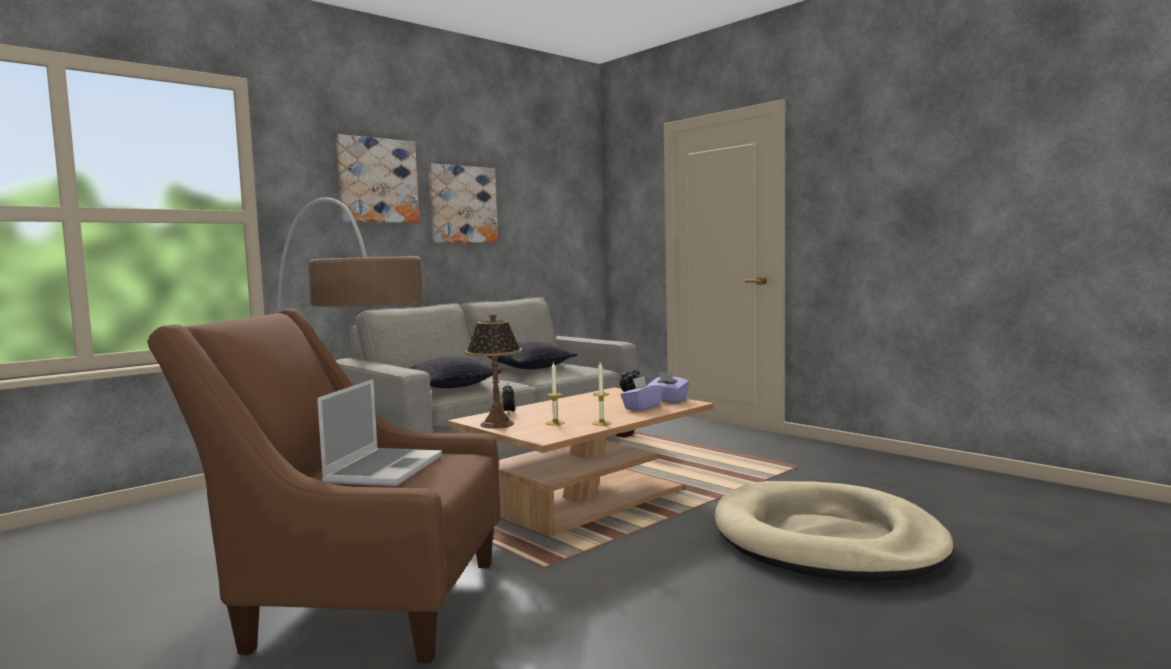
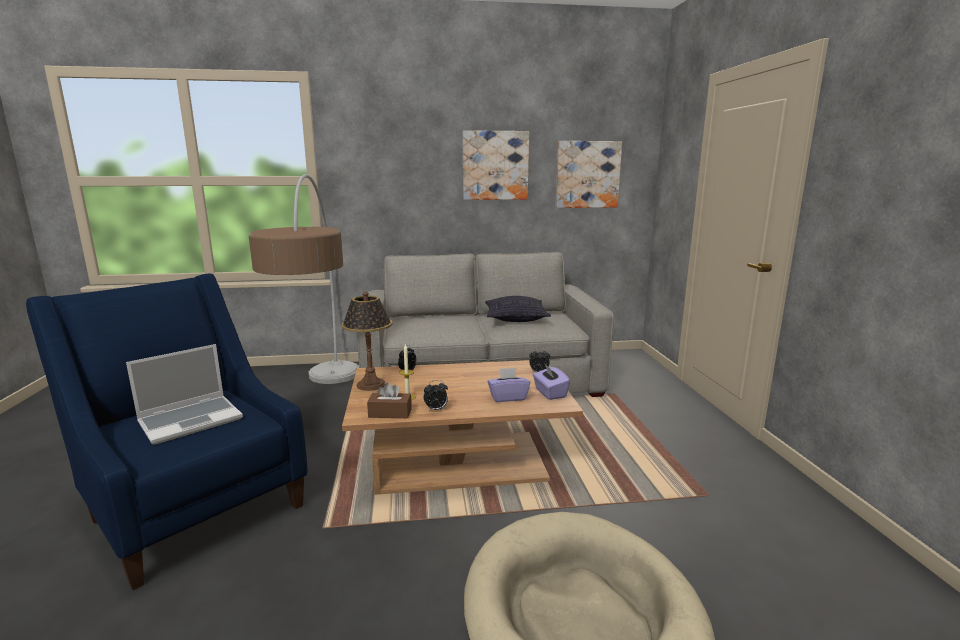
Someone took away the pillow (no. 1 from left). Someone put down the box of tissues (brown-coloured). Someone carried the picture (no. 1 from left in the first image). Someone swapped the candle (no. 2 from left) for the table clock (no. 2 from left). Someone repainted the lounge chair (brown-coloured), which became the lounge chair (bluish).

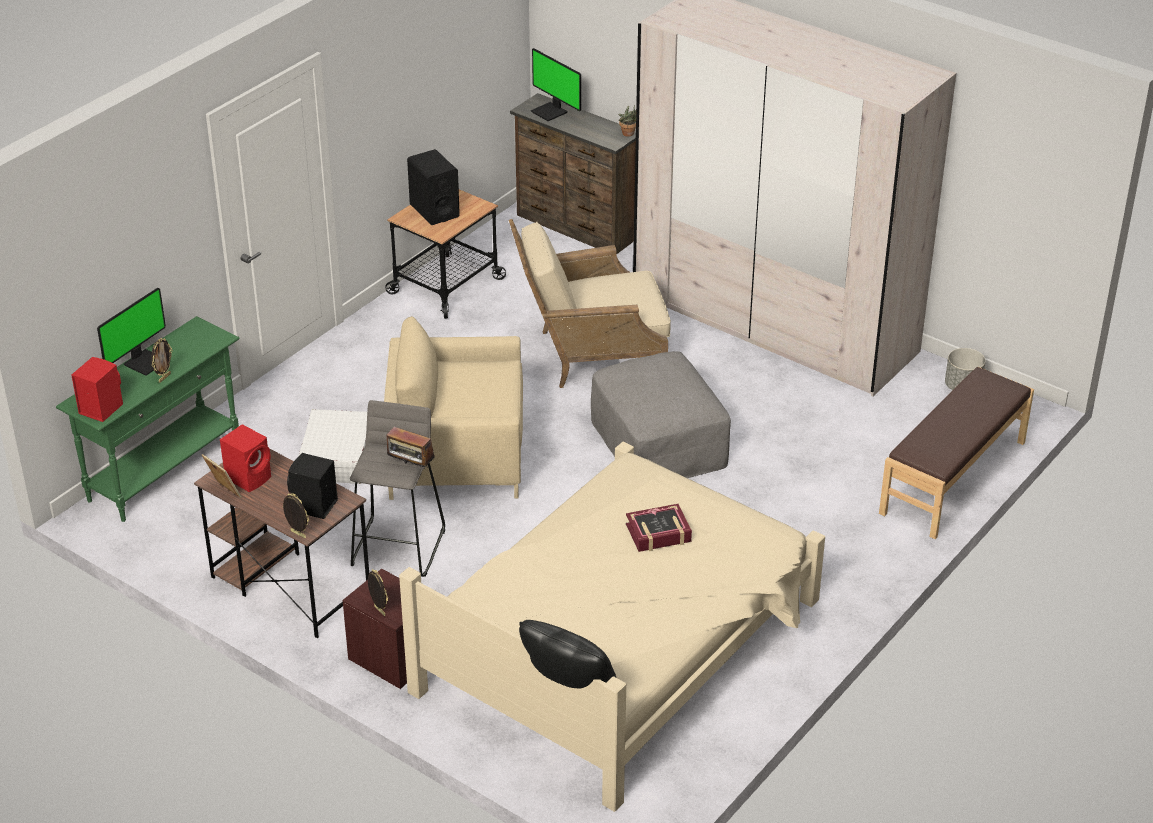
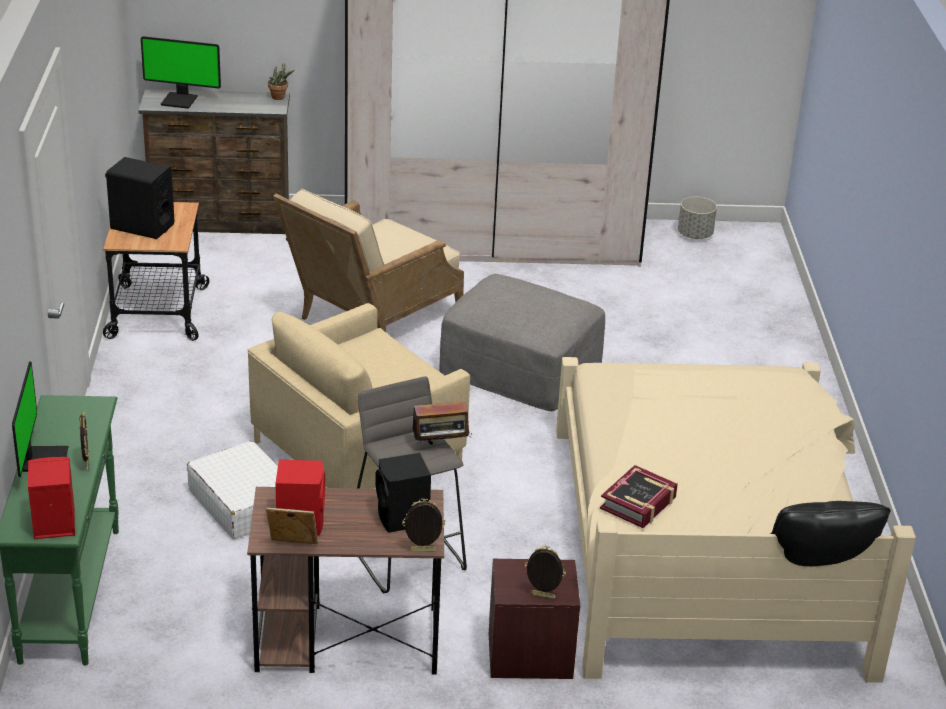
Someone took away the long seat (brown-coloured). Someone carried the bound book.

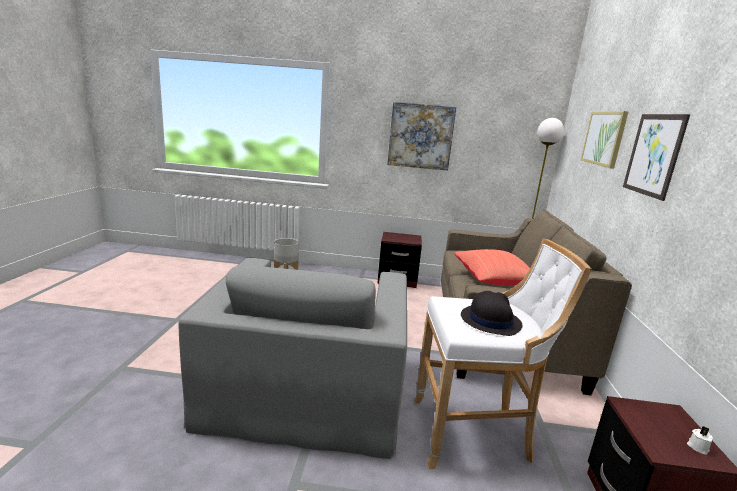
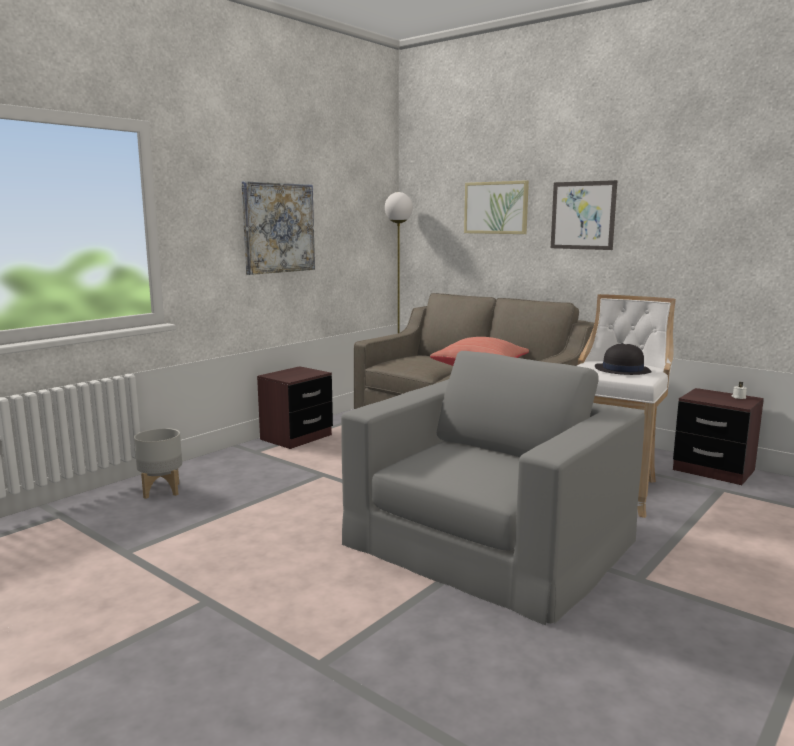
Someone rotated the lounge chair (greyish) by 90 degrees counterclockwise.

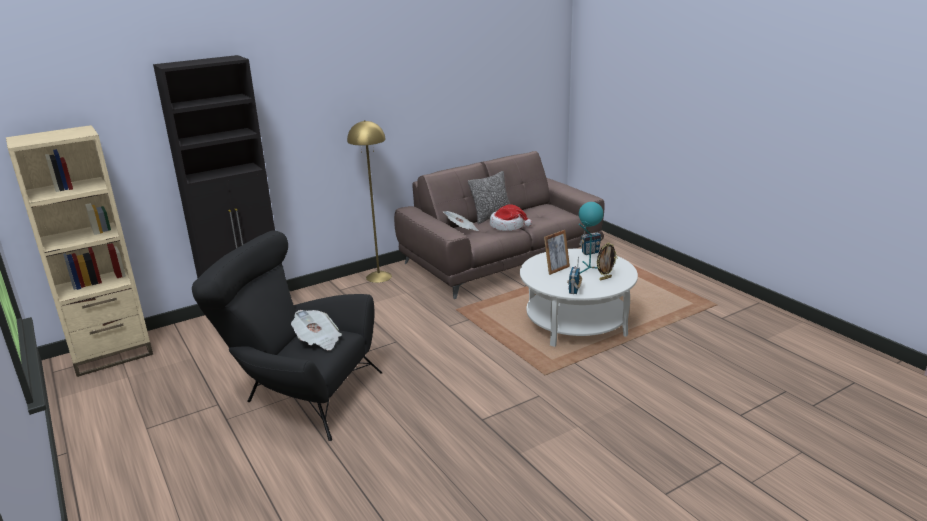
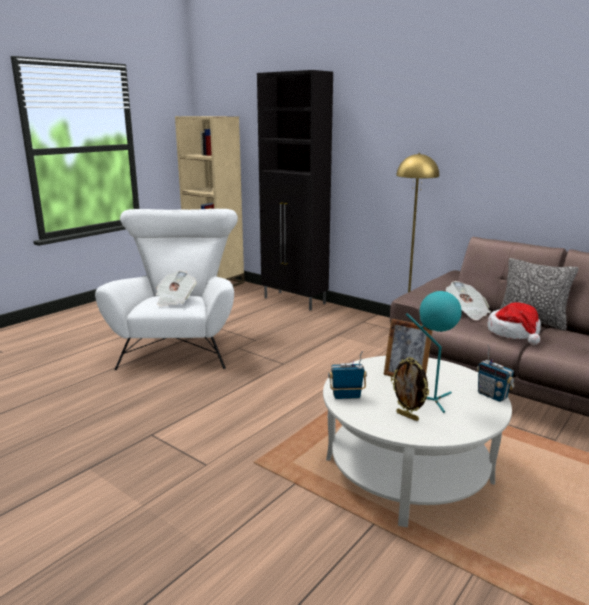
Someone repainted the lounge chair (black), which became the lounge chair (white-coloured).

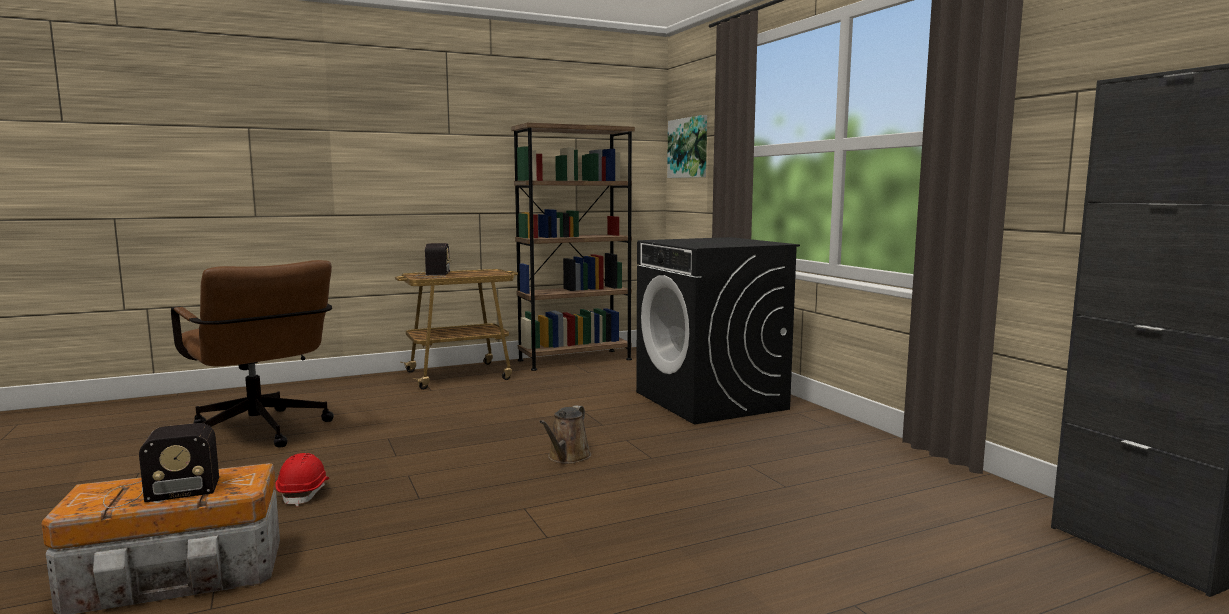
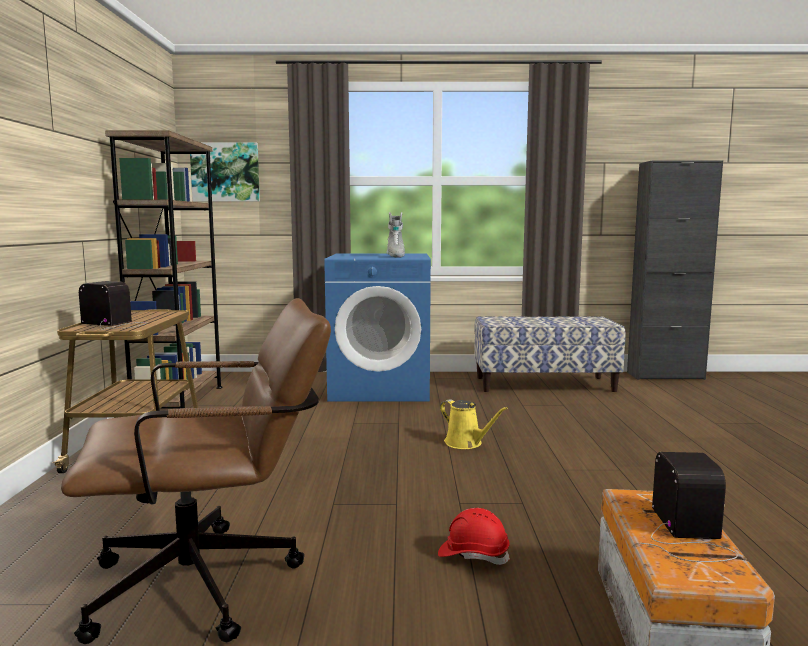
Someone put down the tall boot (greyish). Someone put down the long seat. Someone repainted the watering can (brown-coloured), which became the watering can (yellow). Someone repainted the laundry machine (black), which became the laundry machine (bluish).

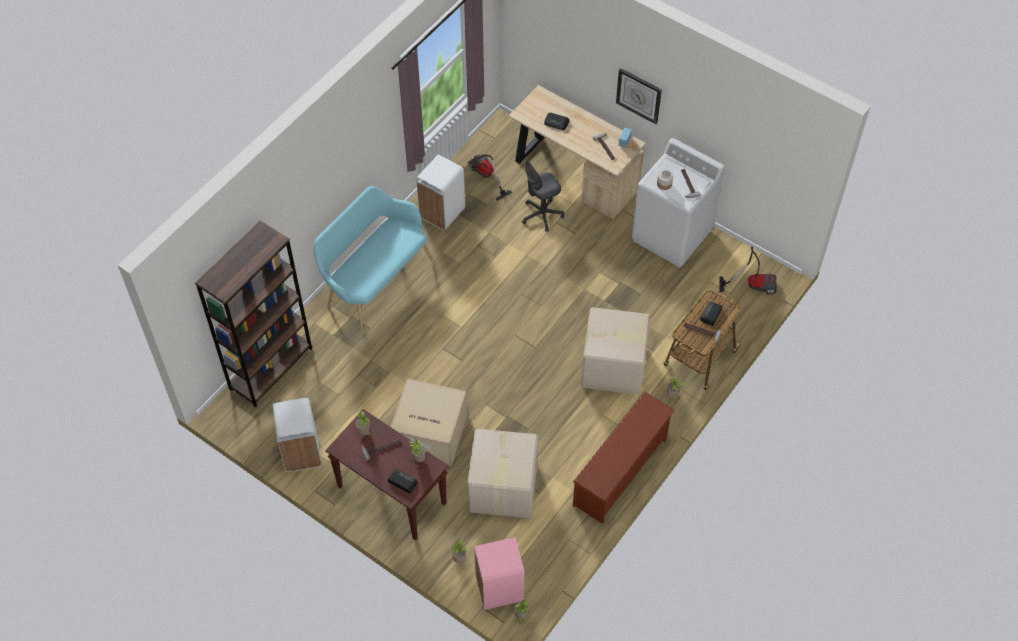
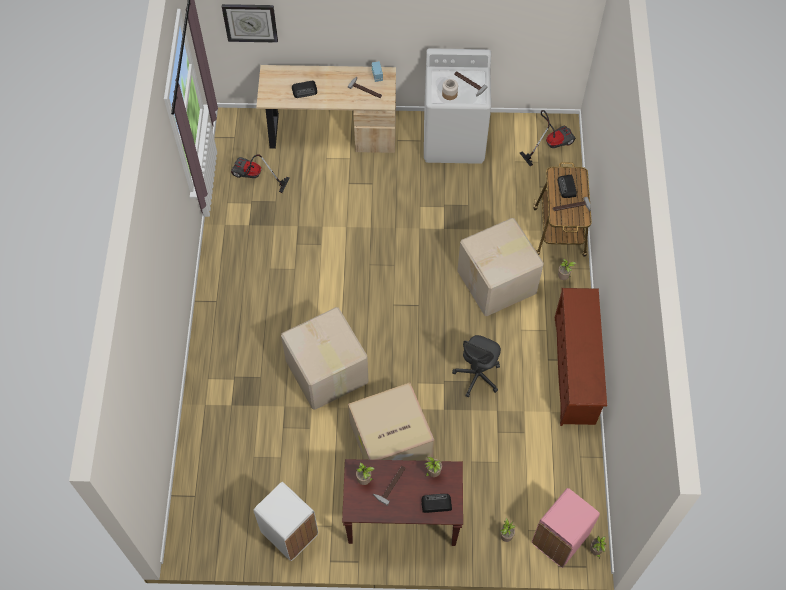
Someone took away the shelving unit (brown-coloured). Someone took away the long seat (turquoise-coloured). Someone took away the trash can (white-coloured) (no. 2 from left). Someone carried the carton (no. 2 from left in the first image). Someone carried the office chair (greyish). Someone carried the hanging clock.

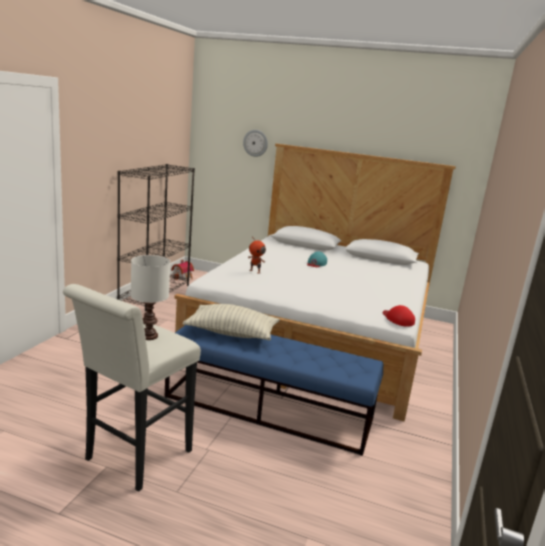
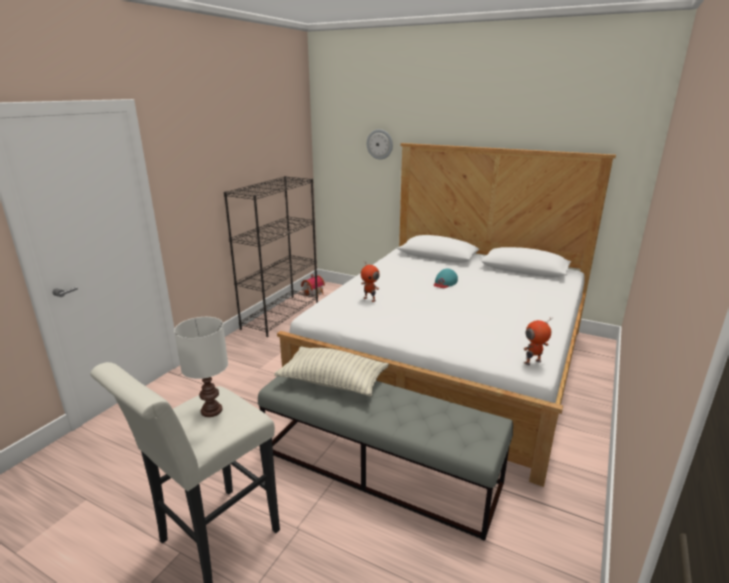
Someone swapped the cap (red) for the toy robot (no. 2 from left). Someone repainted the long seat (bluish), which became the long seat (greyish).

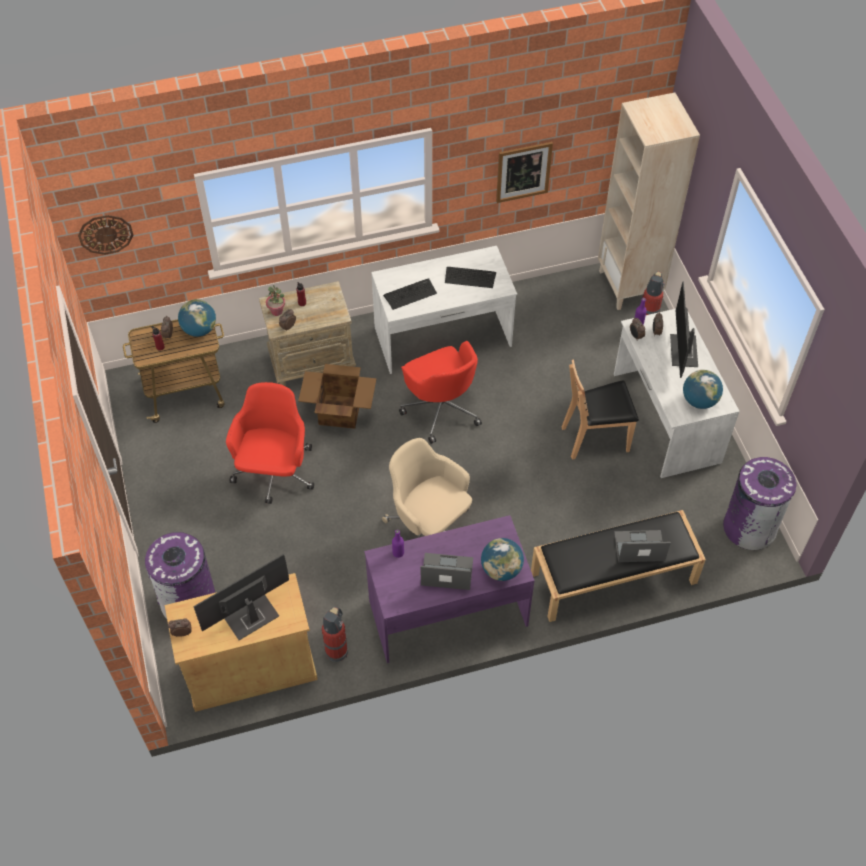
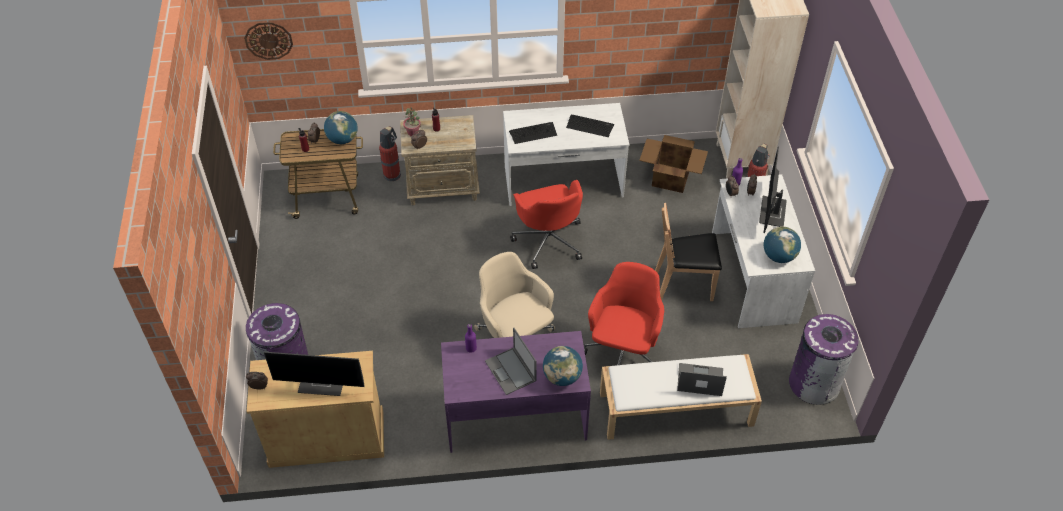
Someone took away the picture. Someone carried the office chair (red) (no. 1 from left in the first image). Someone carried the carton. Someone carried the extinguisher (no. 1 from left). Someone repainted the long seat (black), which became the long seat (white-coloured). Someone rotated the computer display (no. 1 from left) by 150 degrees counterclockwise. Someone rotated the laptop (no. 1 from left) by 135 degrees counterclockwise.

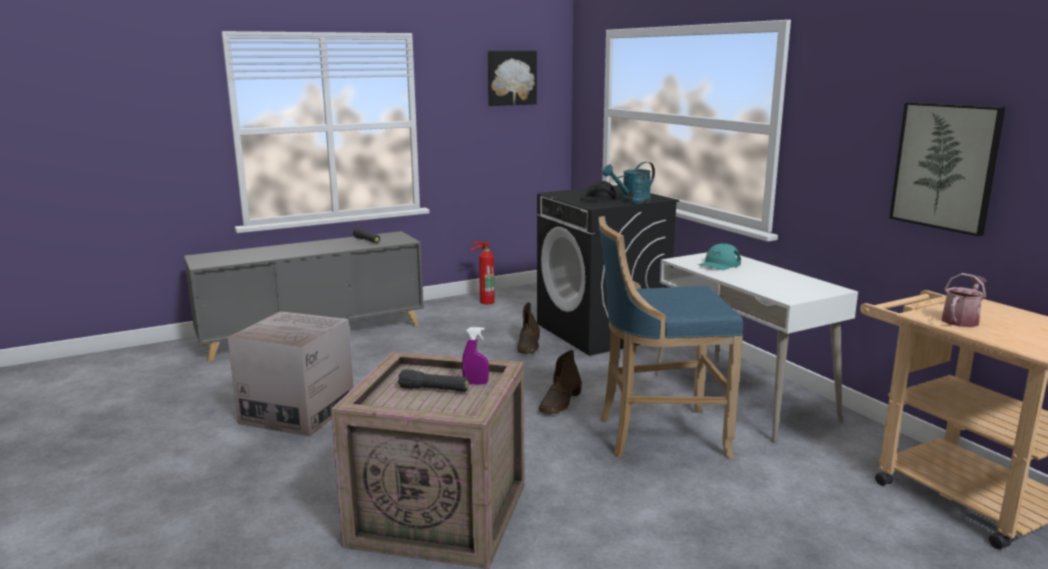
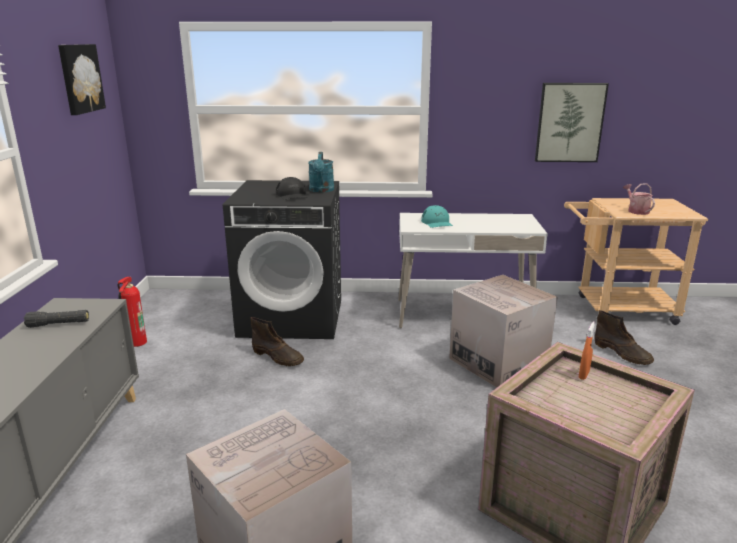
Someone took away the flashlight (black) (no. 2 from left). Someone carried the tall boot (brown-coloured) (no. 2 from left). Someone swapped the sitting stool (bluish) for the carton (no. 2 from left). Someone repainted the hand sprayer (purplish), which became the hand sprayer (orangey).

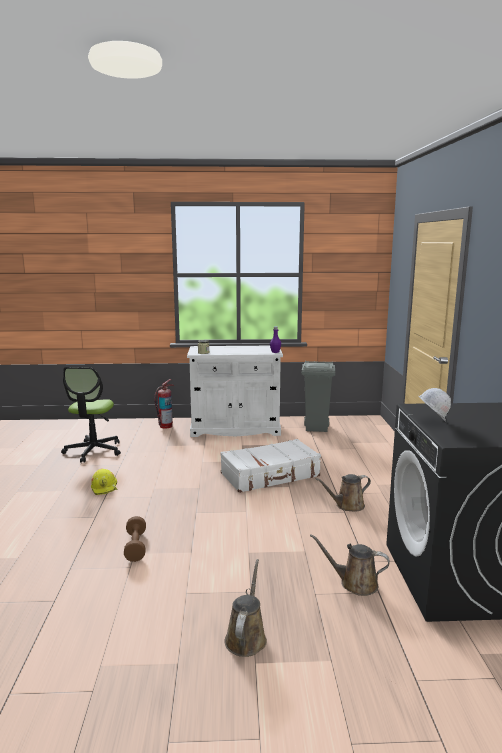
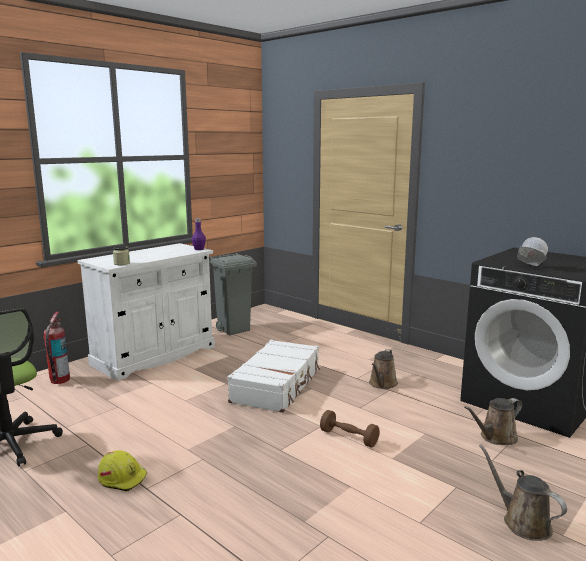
Someone carried the dumbbell (brown-coloured).

